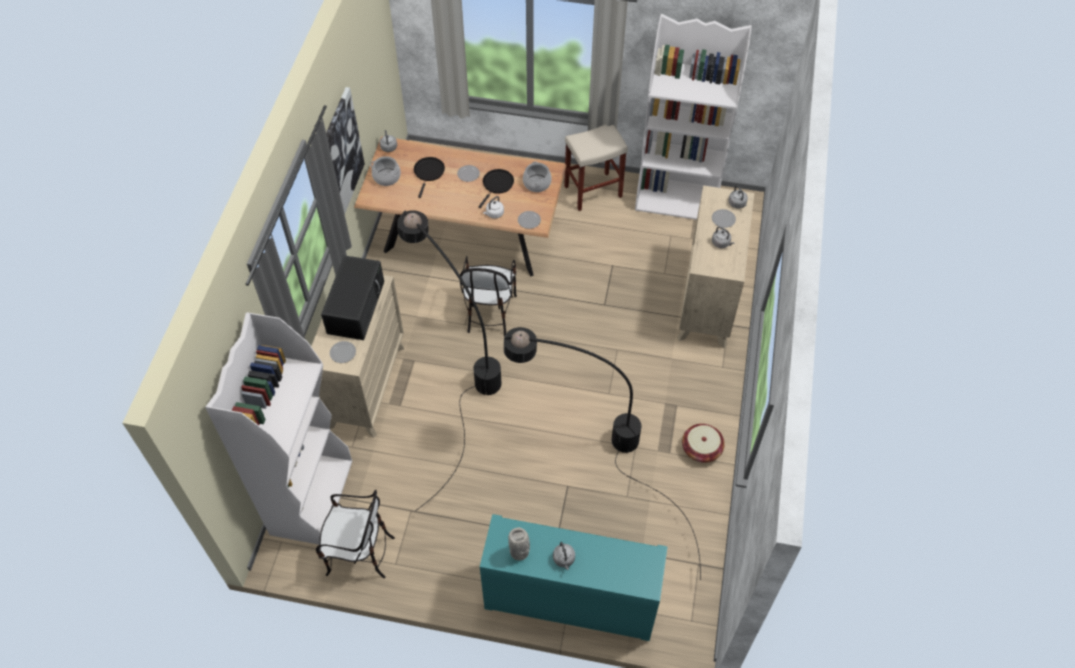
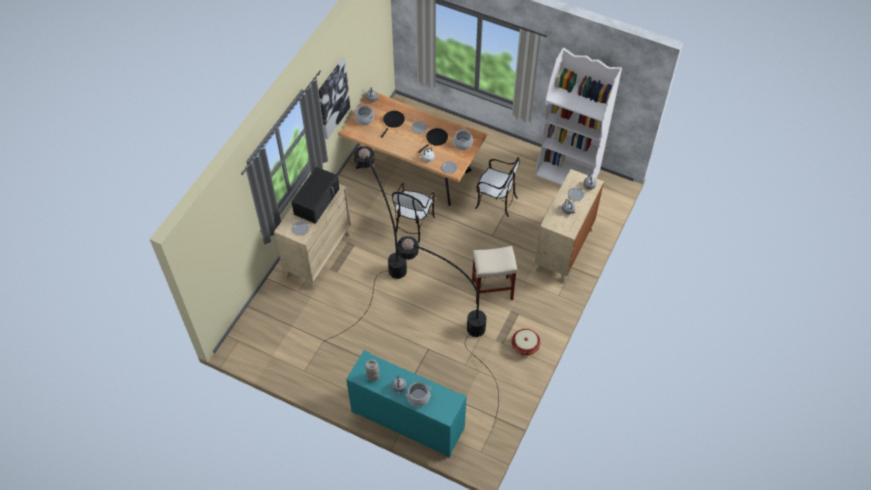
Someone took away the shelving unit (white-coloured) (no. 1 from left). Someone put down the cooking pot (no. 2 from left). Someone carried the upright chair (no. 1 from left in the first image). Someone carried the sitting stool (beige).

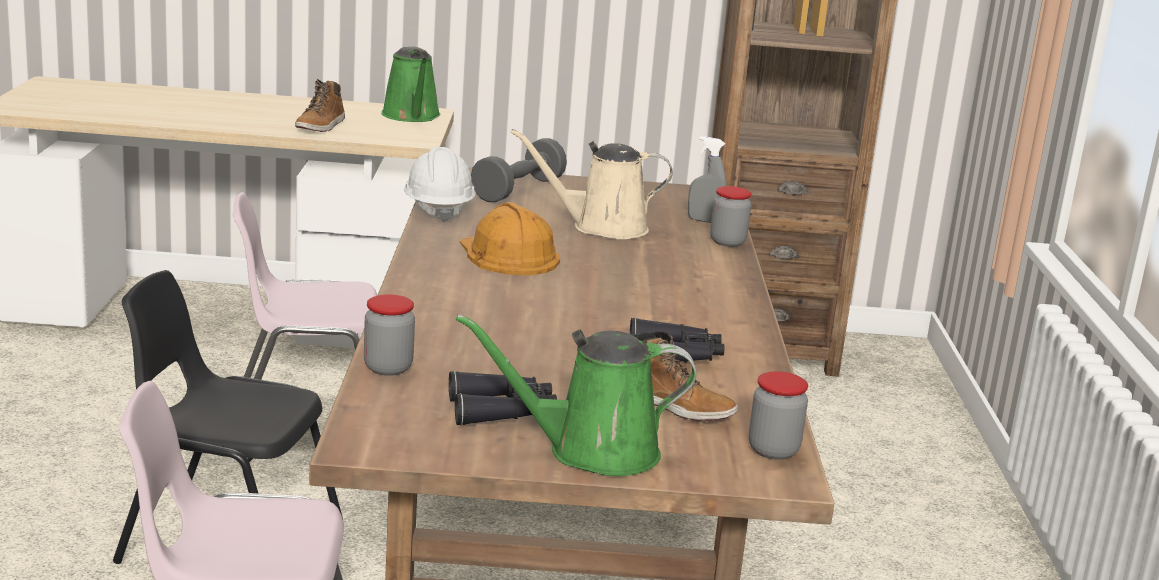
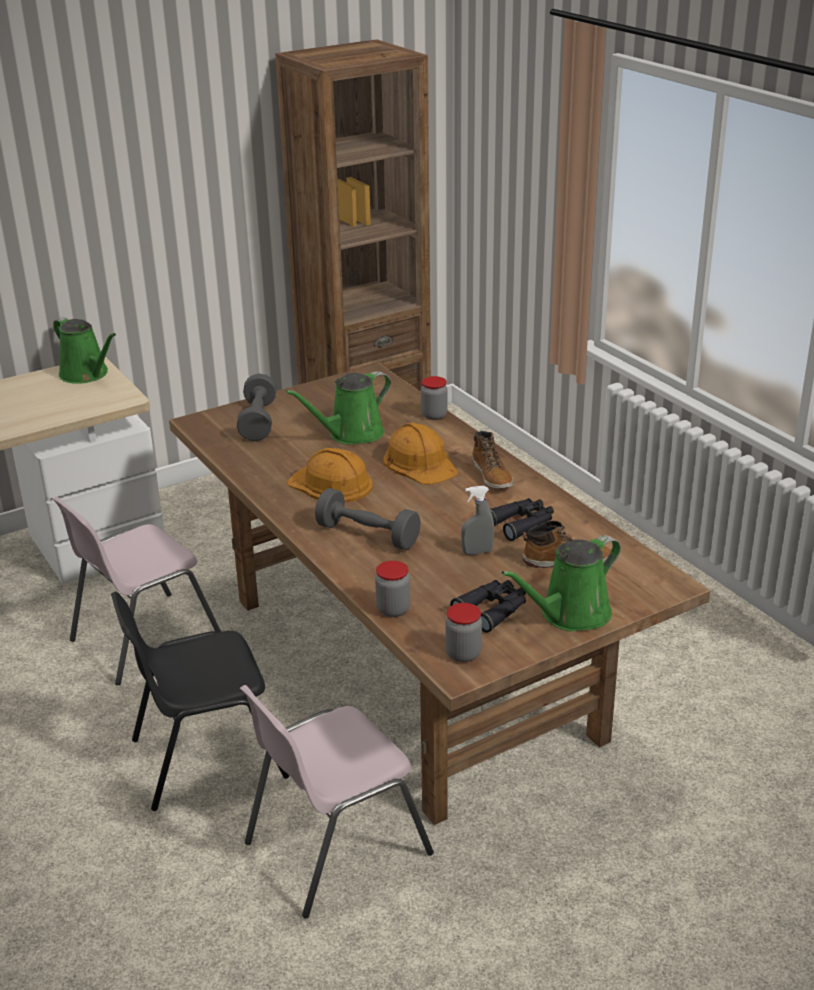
Someone took away the safety helmet (white-coloured). Someone put down the dumbbell (greyish) (no. 2 from left). Someone put down the safety helmet (orangey) (no. 2 from left). Someone carried the tall boot (no. 1 from left). Someone carried the hand sprayer (greyish). Someone carried the jar (no. 3 from left). Someone repainted the watering can (beige), which became the watering can (green) (no. 2 from left).

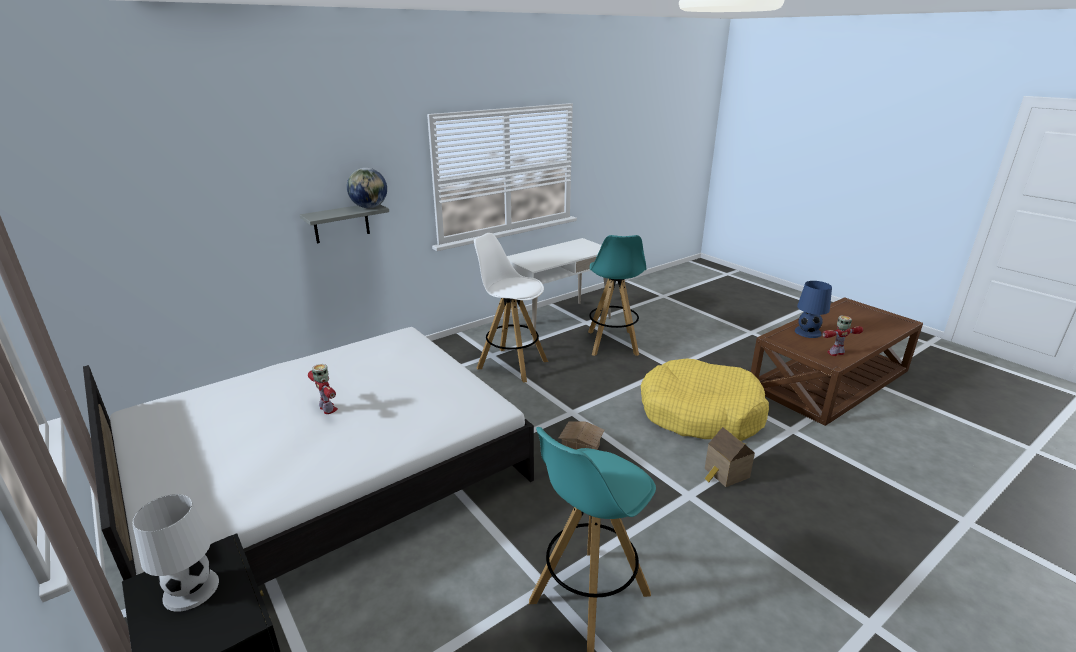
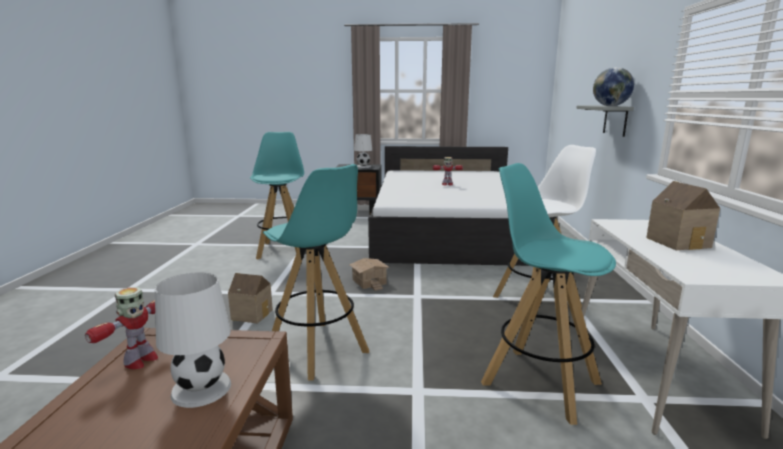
Someone put down the model house (no. 3 from left). Someone swapped the dog bed (yellow) for the sitting stool (turquoise-coloured) (no. 2 from left). Someone repainted the lamp for a table (bluish), which became the lamp for a table (white-coloured) (no. 1 from left).

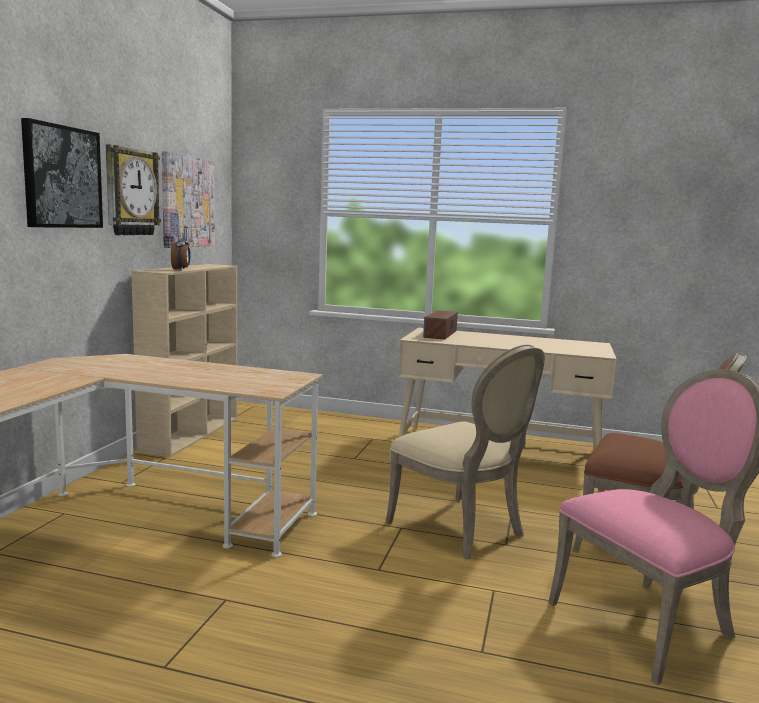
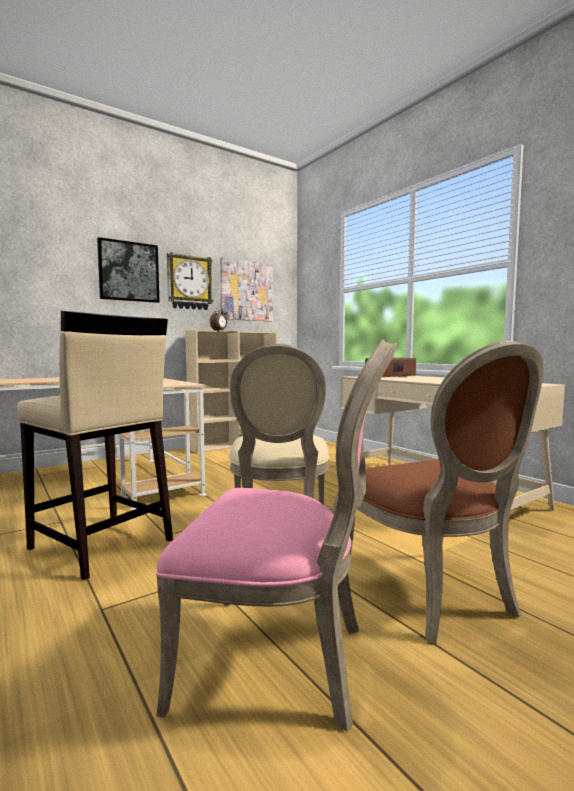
Someone put down the sitting stool (beige).

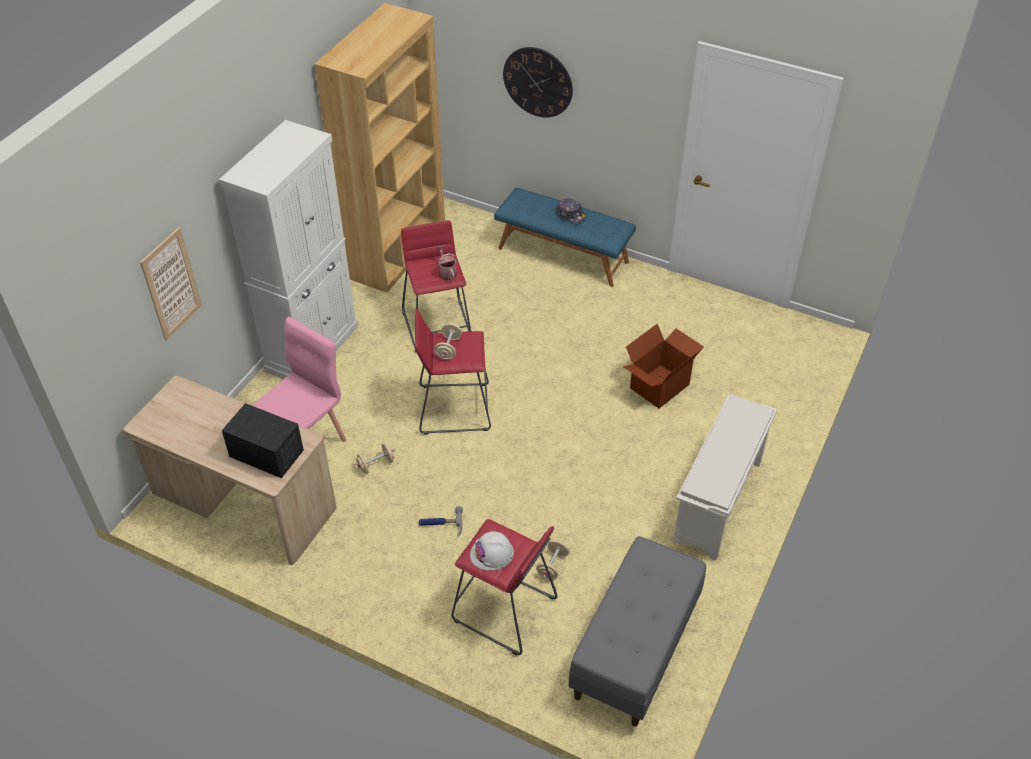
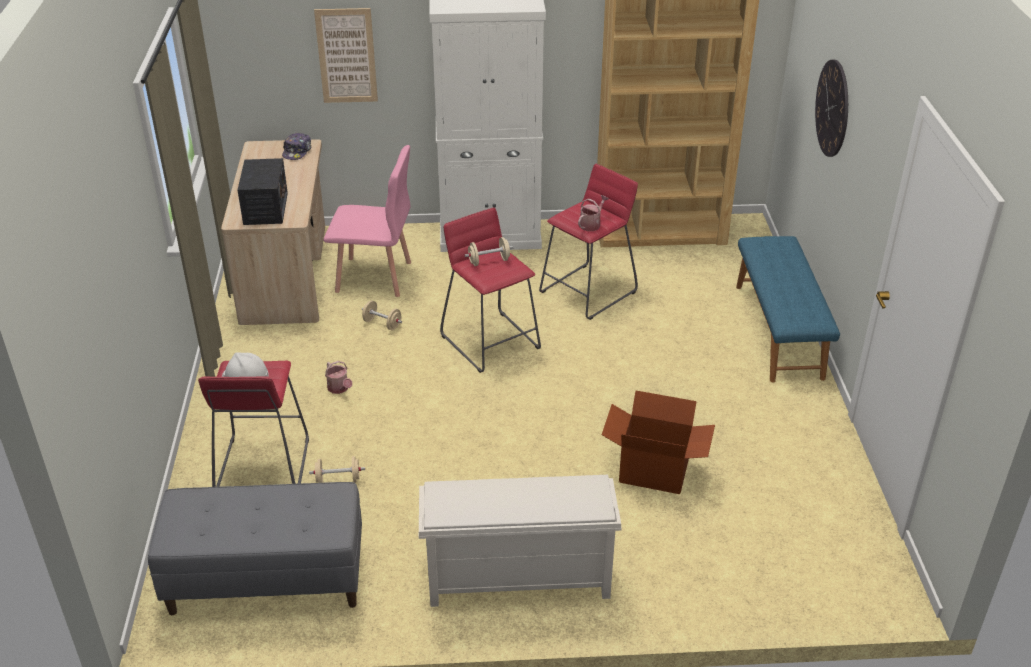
Someone carried the cap. Someone swapped the hammer for the watering can (no. 1 from left).

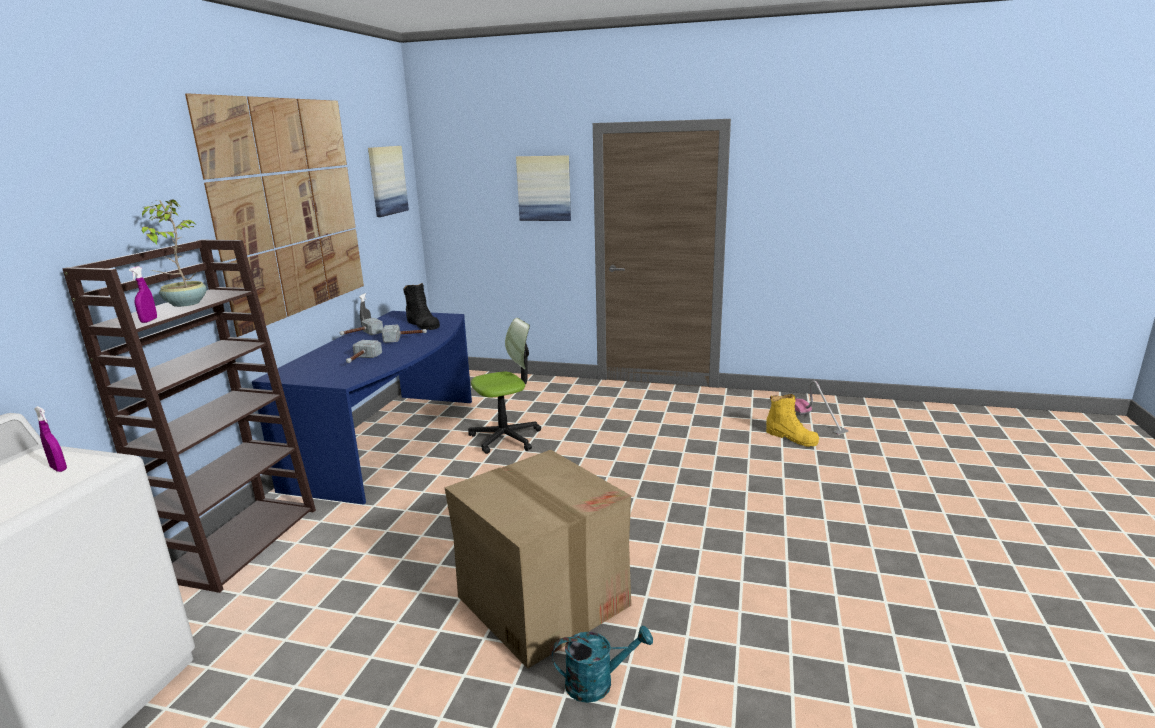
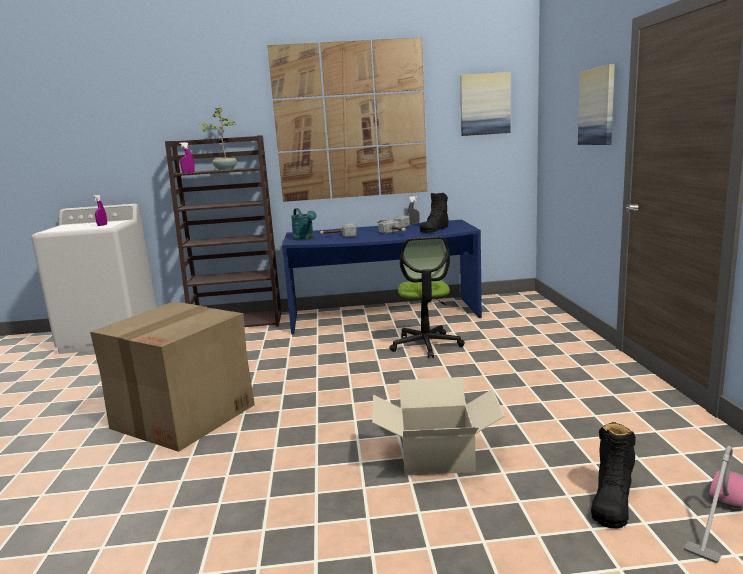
Someone put down the carton (no. 2 from left). Someone carried the watering can (turquoise-coloured). Someone repainted the tall boot (yellow), which became the tall boot (black) (no. 2 from left). Someone rotated the office chair by 45 degrees clockwise.

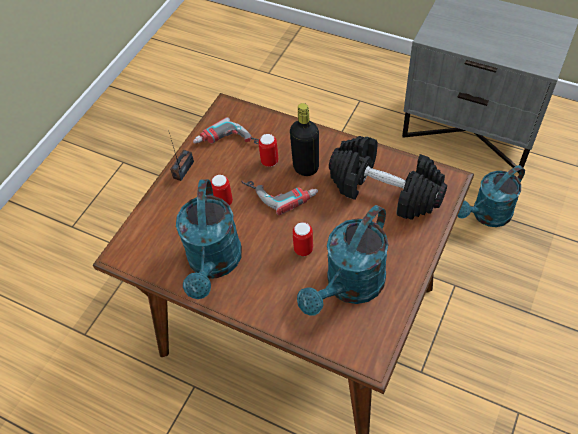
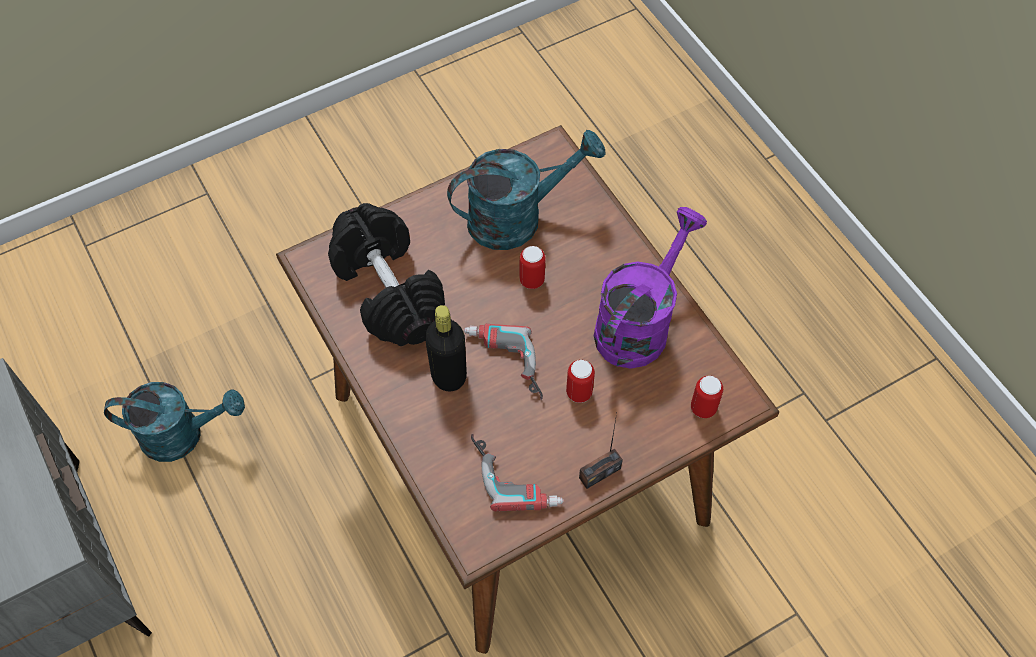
Someone carried the metal can (no. 2 from left in the first image). Someone repainted the watering can (turquoise-coloured) (no. 1 from left), which became the watering can (purplish).

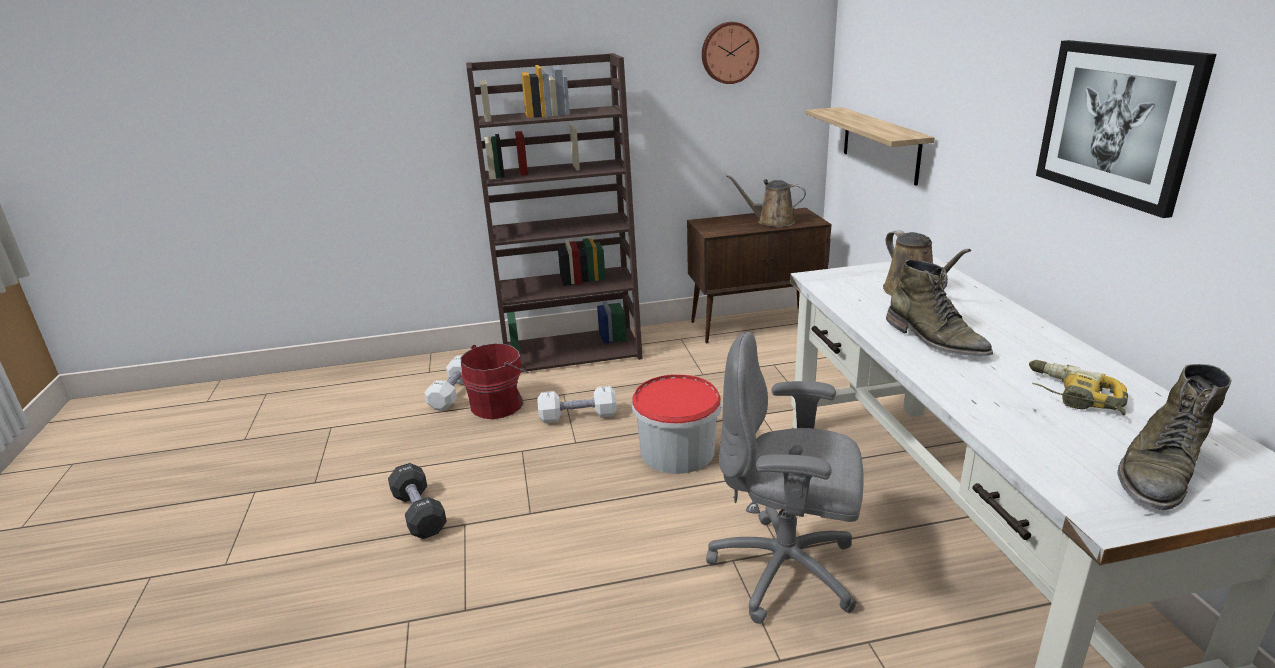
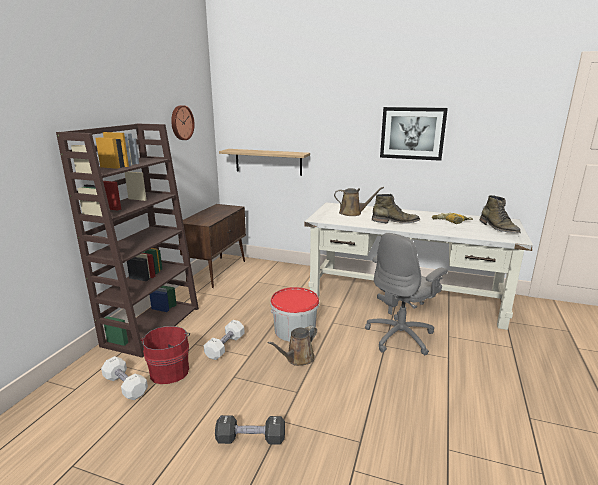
Someone carried the watering can (brown-coloured) (no. 1 from left).

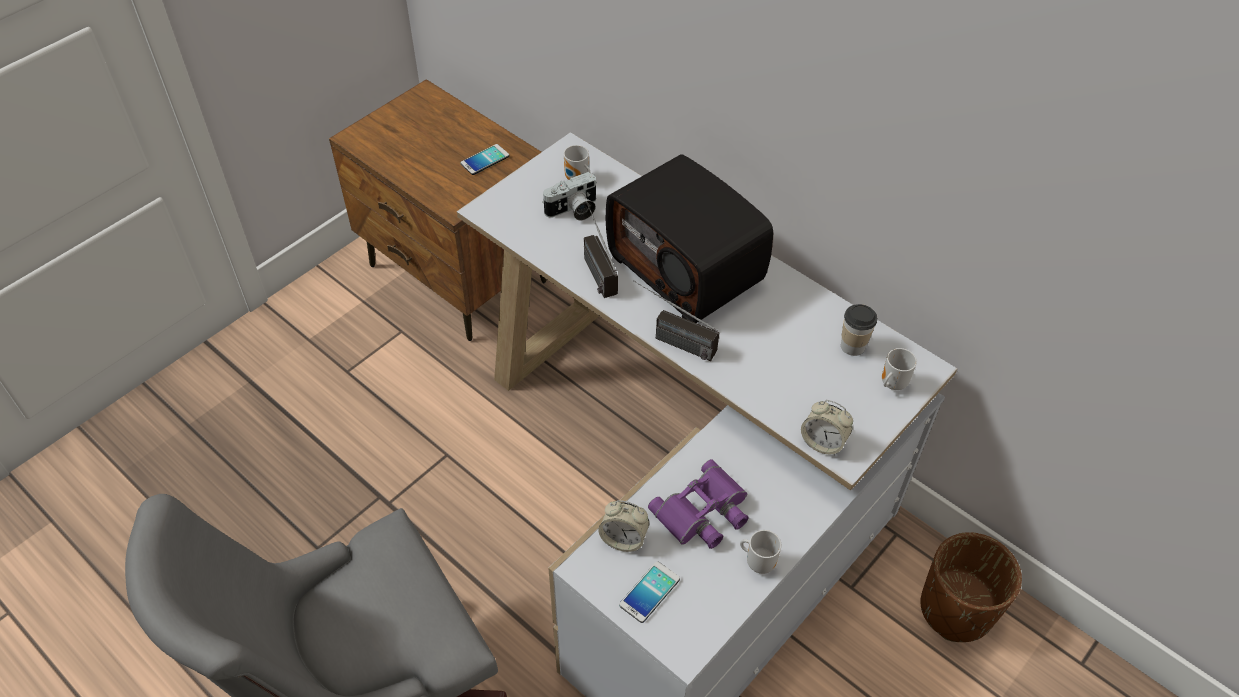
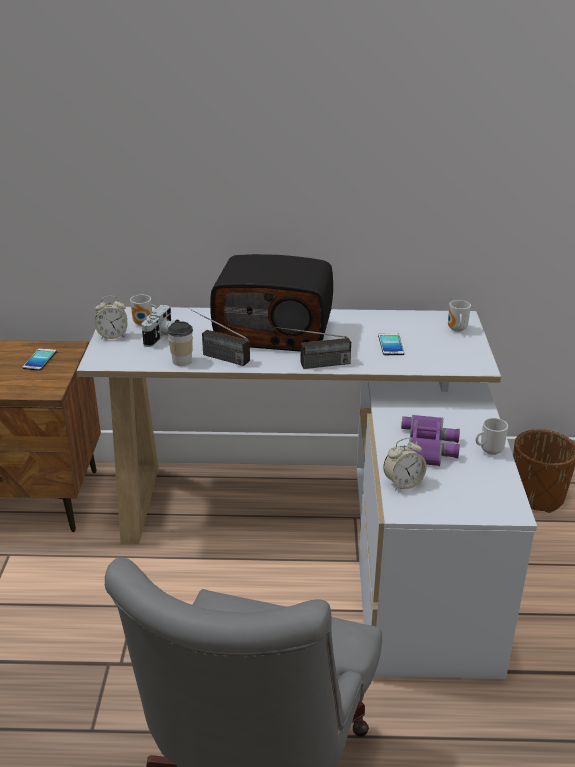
Someone carried the handset (no. 2 from left). Someone carried the table clock (no. 2 from left in the first image). Someone carried the small cup.

